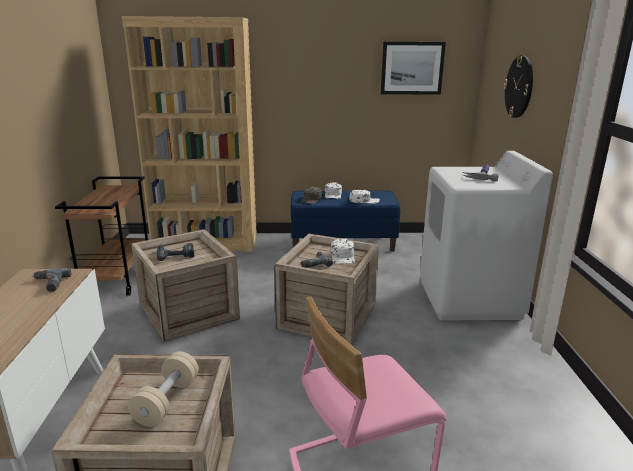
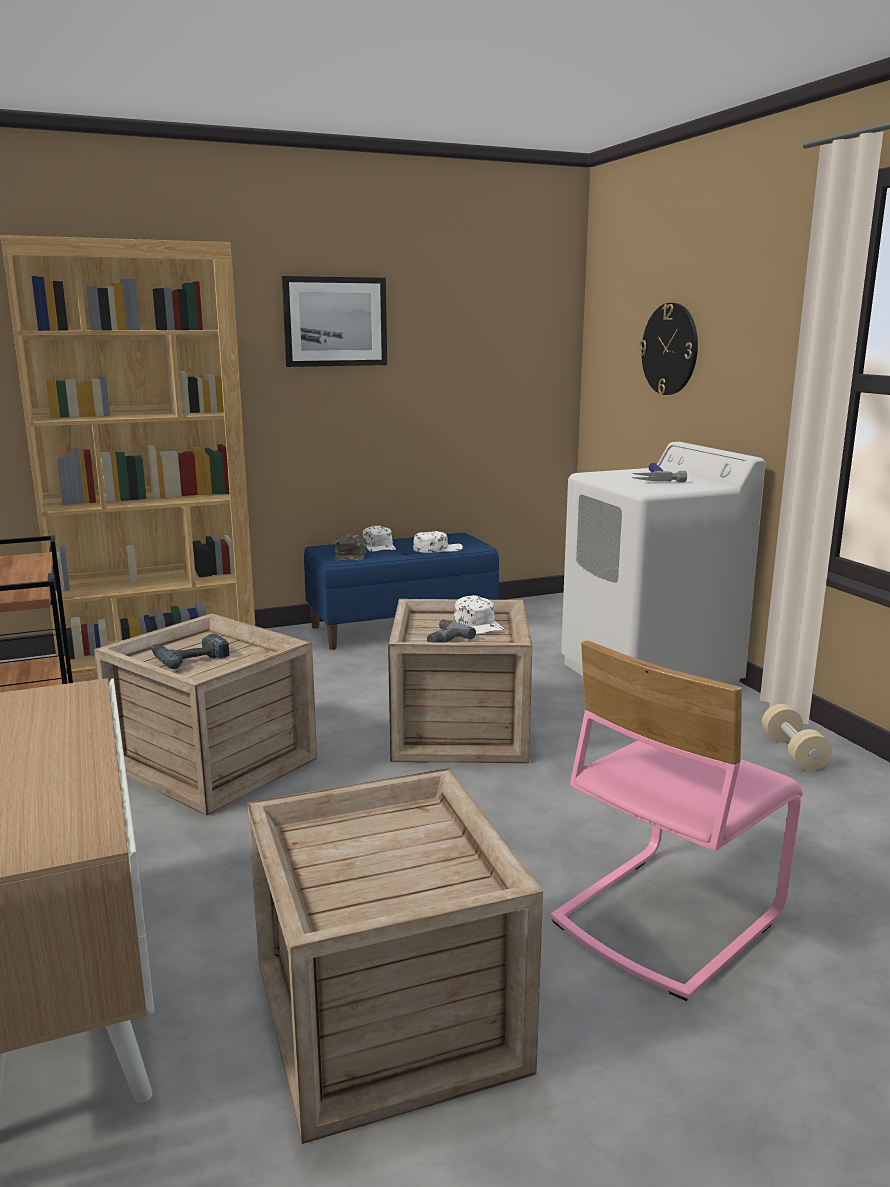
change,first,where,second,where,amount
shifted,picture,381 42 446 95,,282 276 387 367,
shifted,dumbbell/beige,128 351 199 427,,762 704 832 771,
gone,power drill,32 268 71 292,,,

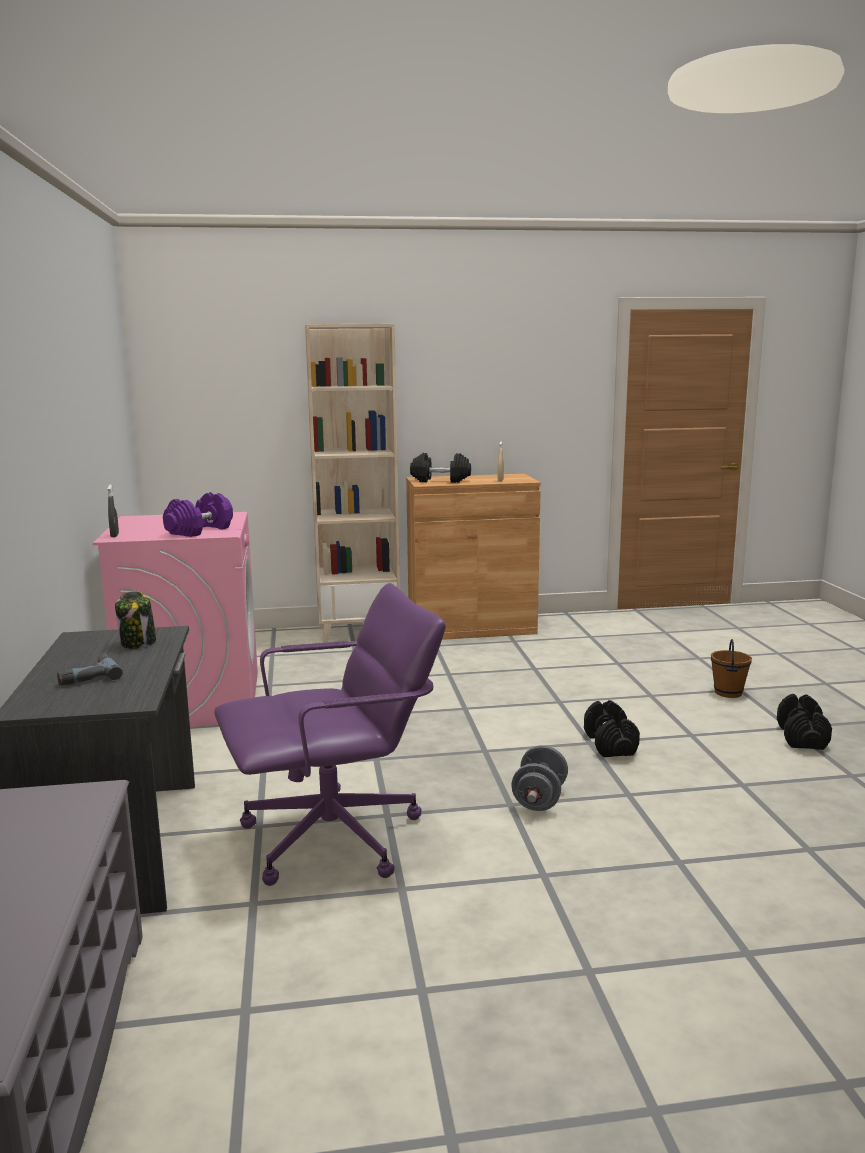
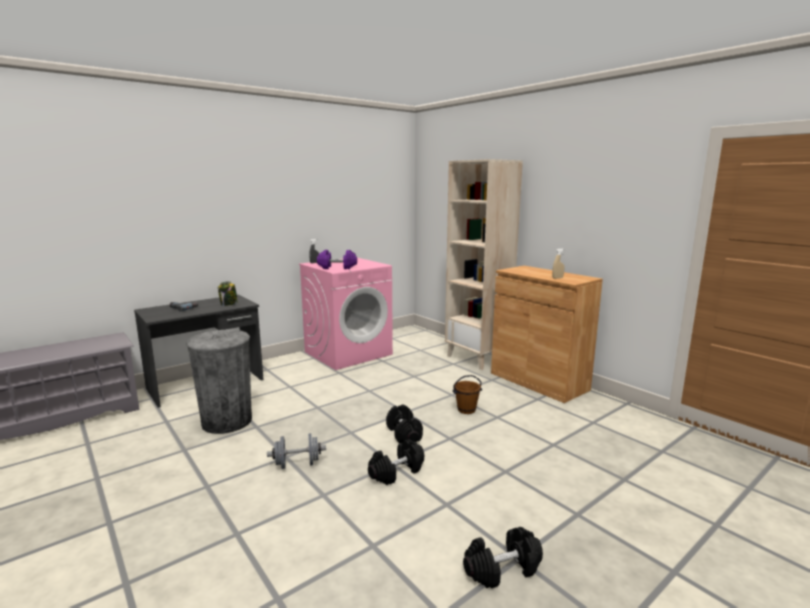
change,first,where,second,where,amount
swapped,office chair/purple,214 583 446 886,trash can/grey,186 330 252 434,
shifted,dumbbell/black,410 453 471 483,,386 404 423 443,
shifted,bucket/brown,711 639 752 698,,452 375 482 414,

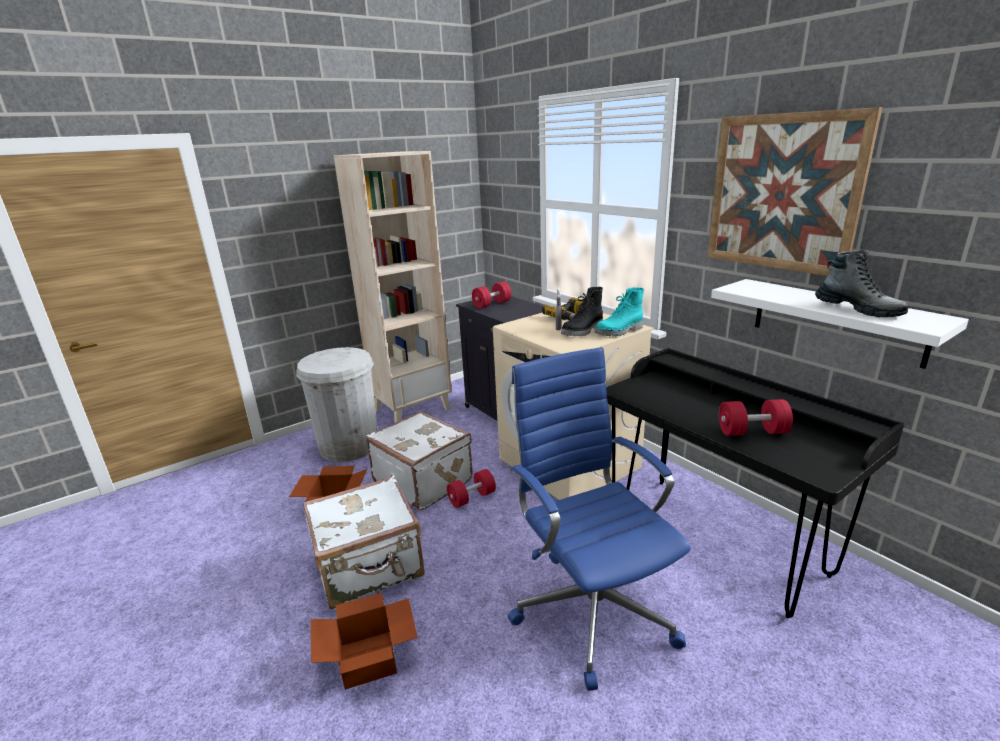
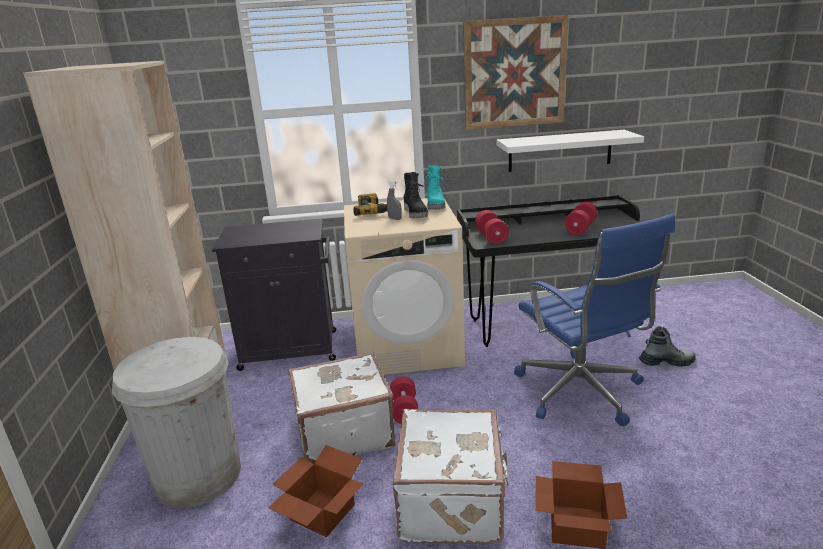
change,first,where,second,where,amount
shifted,dumbbell/red,472 282 511 308,,475 210 509 244,
rotated,office chair/blue,508 347 691 691,,514 214 675 426,120 degrees counterclockwise
shifted,boot,815 249 909 317,,639 326 695 367,

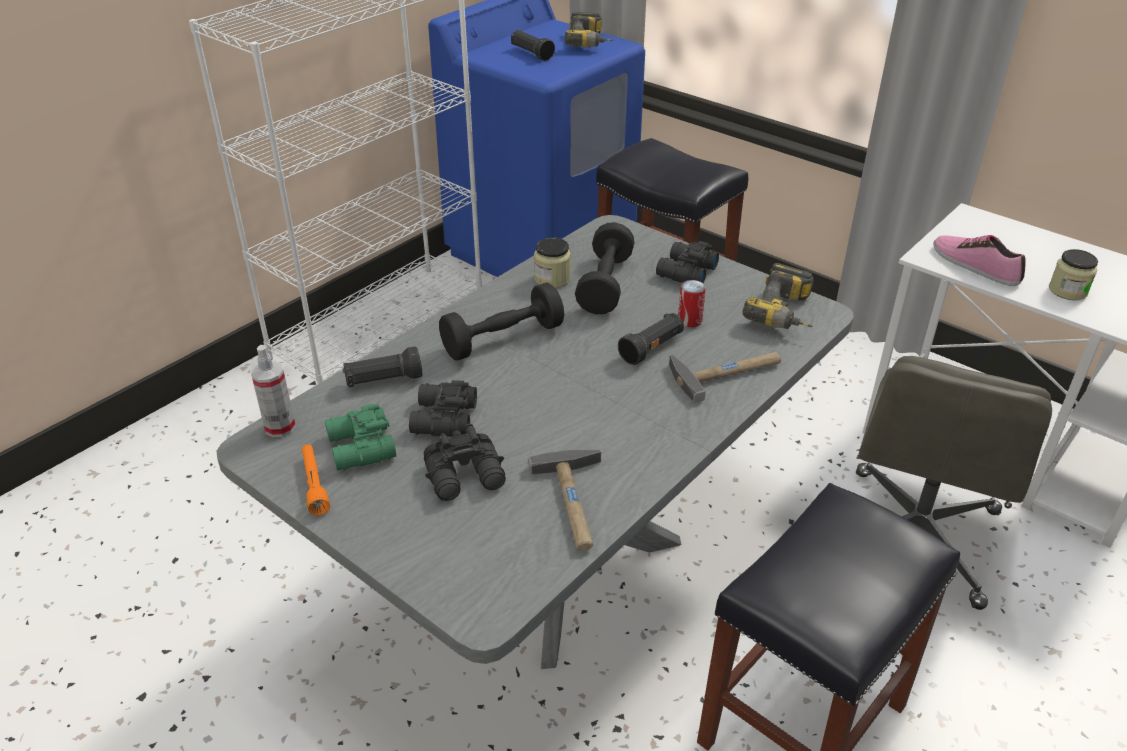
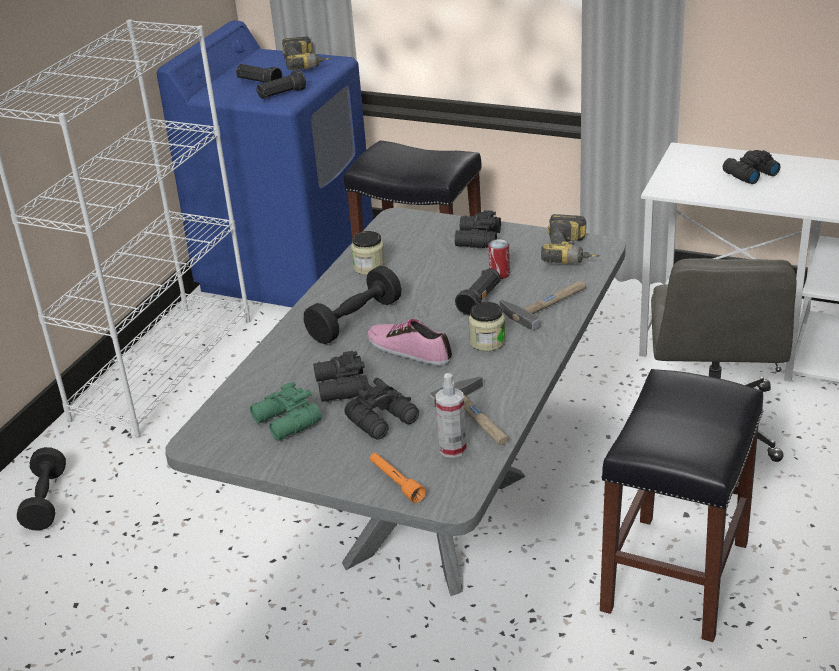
change,first,where,second,where,amount
shifted,dumbbell/black,575 222 635 314,,17 447 66 531,
shifted,flashlight/black,343 346 422 388,,256 70 306 99,
shifted,shoe,933 235 1026 286,,367 319 452 366,
shifted,flashlight/orange,302 444 330 516,,370 453 426 503,
shifted,spray bottle,250 345 296 437,,436 373 467 458,
shifted,jar,1049 249 1098 300,,468 302 505 351,
new,,,binoculars/black,723 150 780 184,

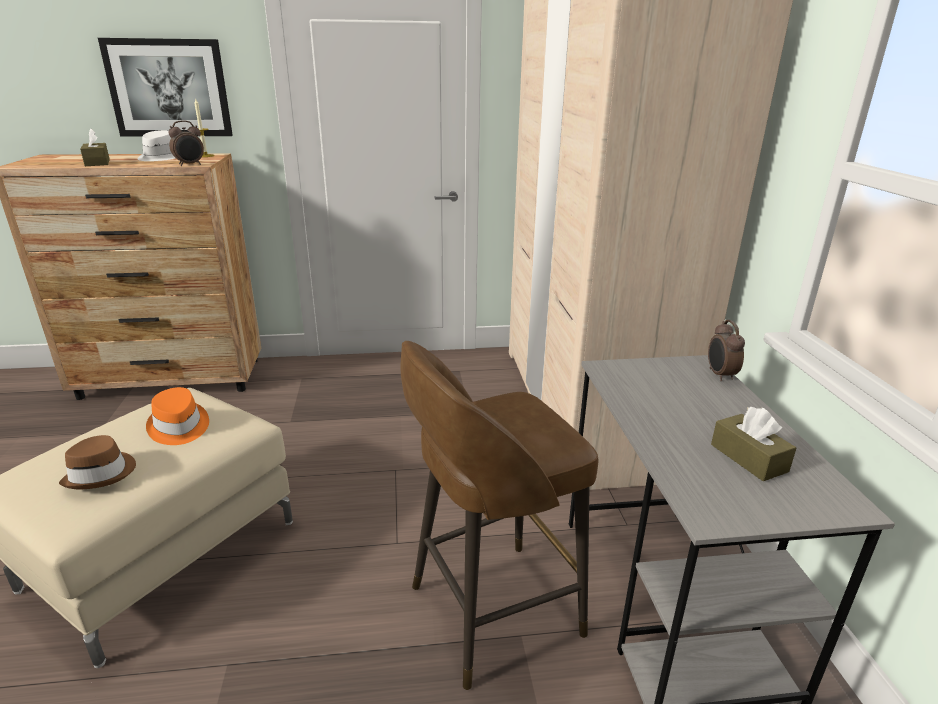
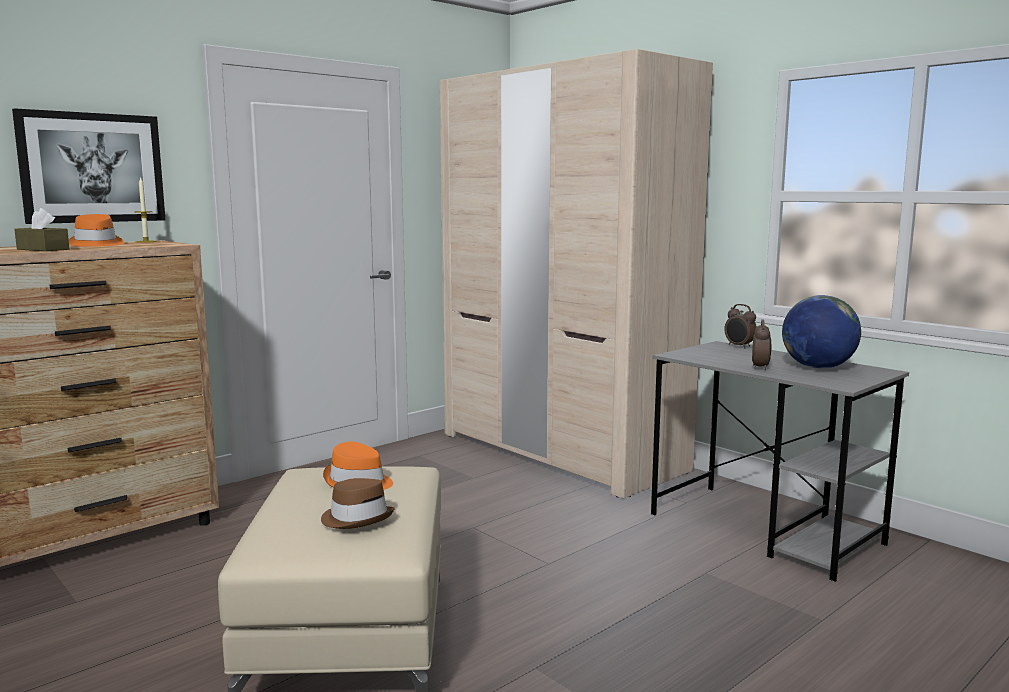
change,first,where,second,where,amount
repainted,hat/white,138 130 175 161,hat/orange,69 214 124 247,
shifted,alarm clock,169 121 204 166,,752 320 771 370,
swapped,tissue box/brown,711 407 796 481,globe,782 295 861 369,
gone,stool/brown,401 341 599 690,,,

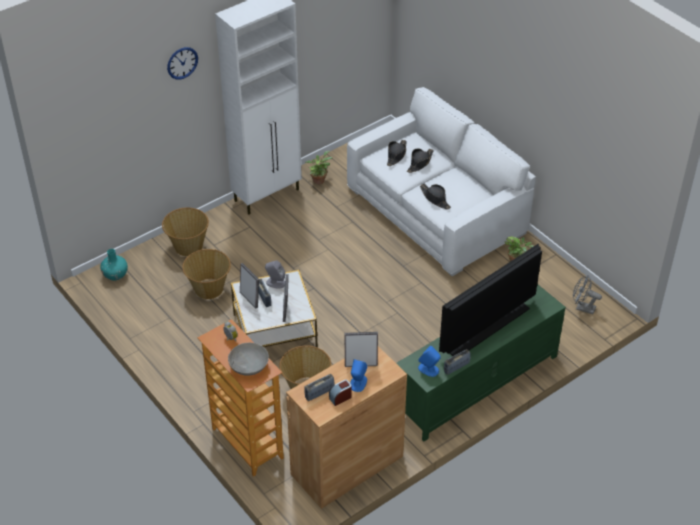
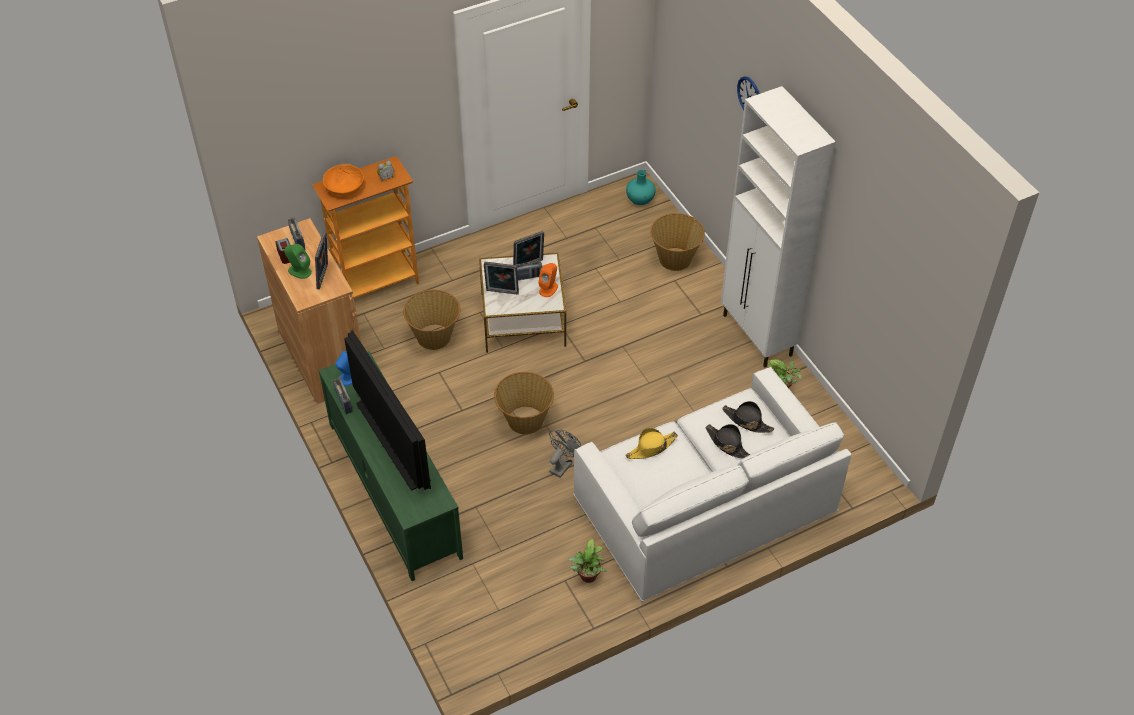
change,first,where,second,where,amount
repainted,speaker/blue,350 359 368 392,speaker/green,284 244 312 279,
repainted,bowl/grey,228 343 269 376,bowl/orange,323 164 364 196,
shifted,basket,182 249 231 299,,494 372 554 435,
repainted,speaker/grey,265 260 285 289,speaker/orange,538 263 558 297,
shifted,fan/grey,573 275 602 314,,549 430 581 478,
repainted,hat/black,420 184 451 210,hat/yellow,625 428 678 459,

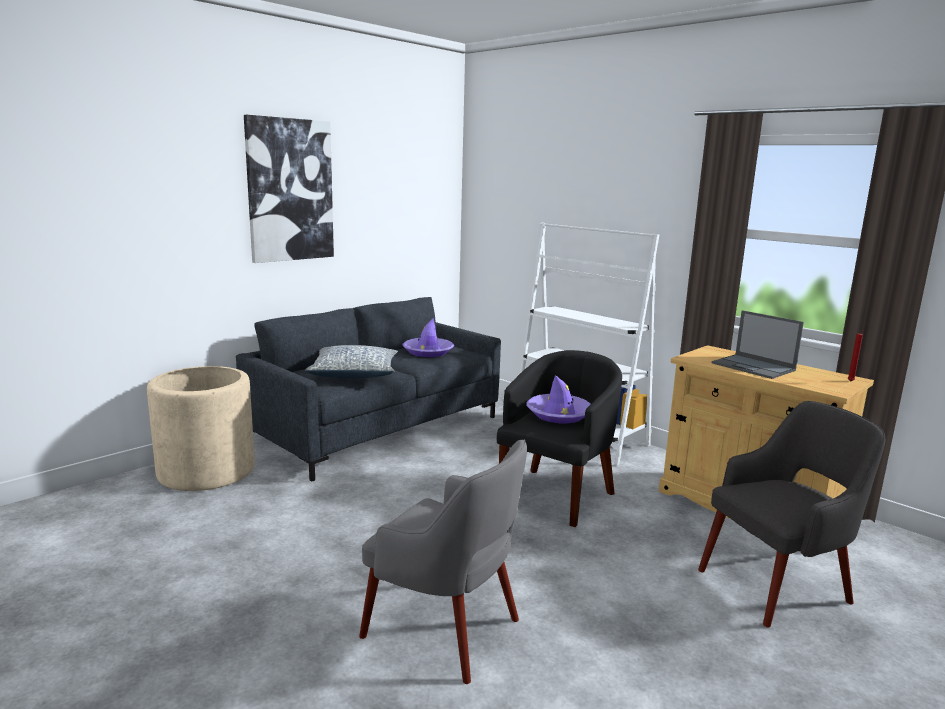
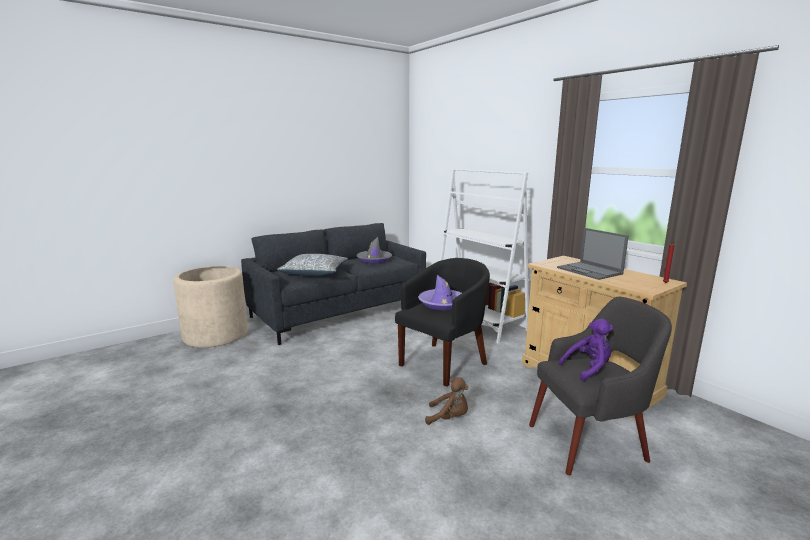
change,first,where,second,where,amount
repainted,hat/purple,403 319 454 357,hat/grey,356 237 392 263,
new,,,plush toy/brown,425 377 469 425,
new,,,plush toy/purple,558 319 613 381,
gone,picture,244 115 334 263,,,
gone,armchair/grey,359 440 527 684,,,

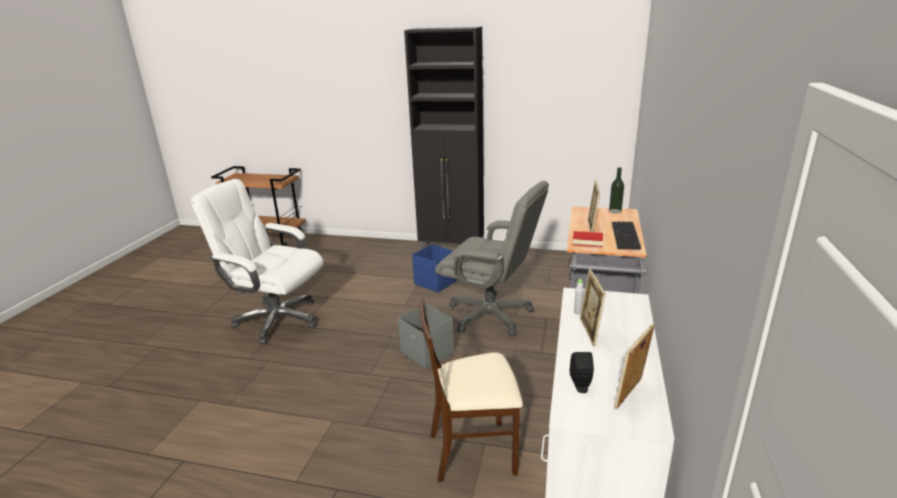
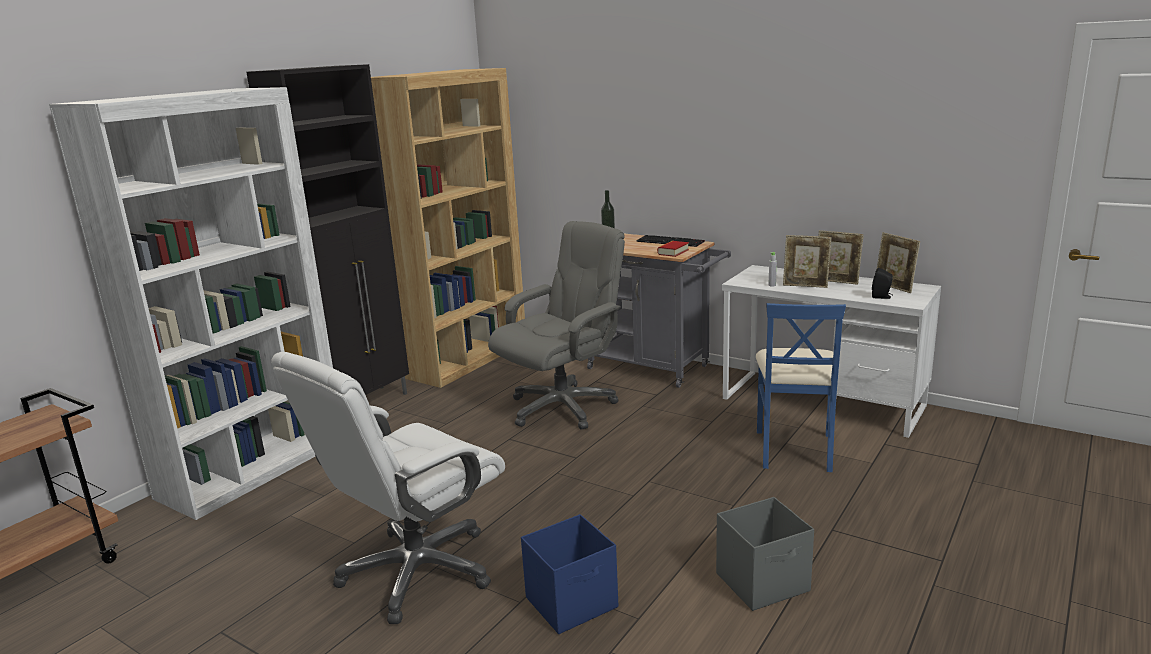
change,first,where,second,where,amount
new,,,bookcase/white,49 87 333 520,
new,,,bookcase/brown,371 68 525 388,
shifted,storage box/blue,412 244 457 293,,521 514 618 634,
shifted,storage box/grey,398 304 454 369,,716 497 814 611,
repainted,chair/beige,420 298 523 482,chair/blue,756 303 846 472,
shifted,picture frame,587 180 600 232,,818 230 864 285,

